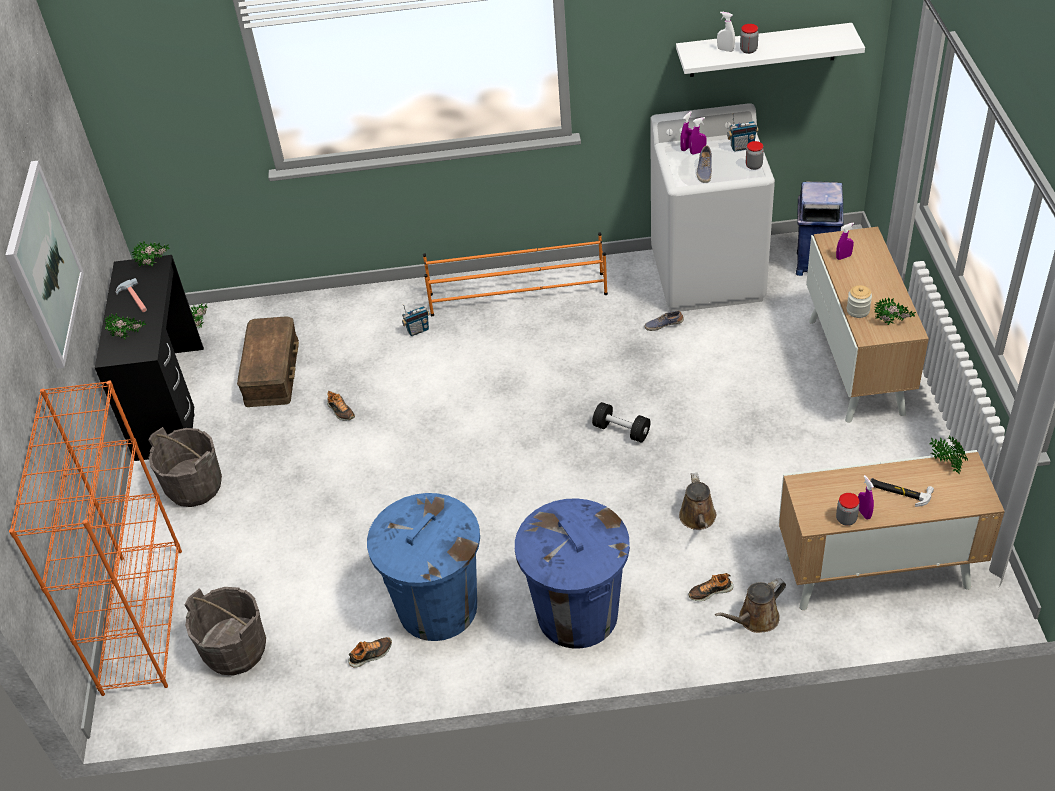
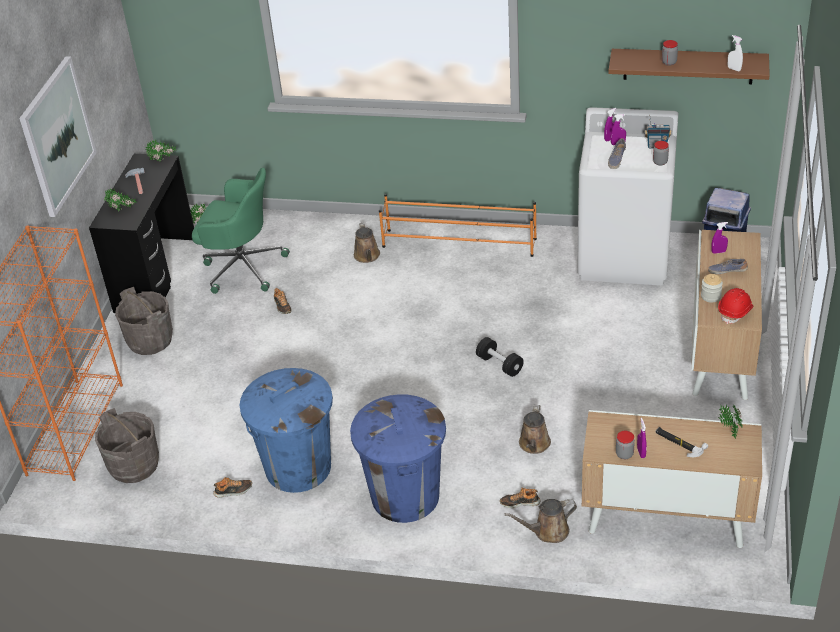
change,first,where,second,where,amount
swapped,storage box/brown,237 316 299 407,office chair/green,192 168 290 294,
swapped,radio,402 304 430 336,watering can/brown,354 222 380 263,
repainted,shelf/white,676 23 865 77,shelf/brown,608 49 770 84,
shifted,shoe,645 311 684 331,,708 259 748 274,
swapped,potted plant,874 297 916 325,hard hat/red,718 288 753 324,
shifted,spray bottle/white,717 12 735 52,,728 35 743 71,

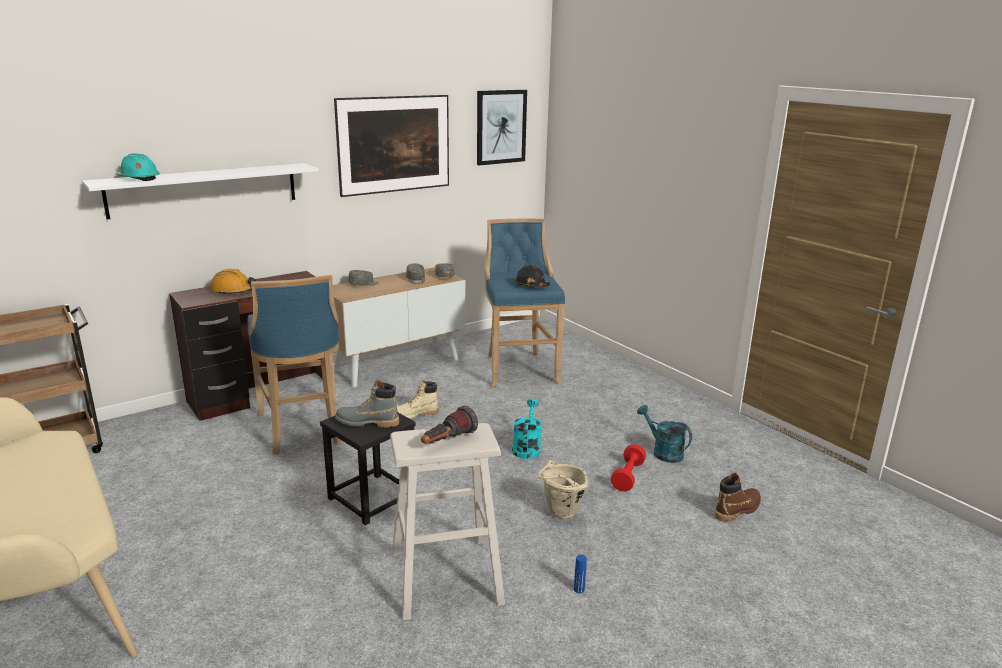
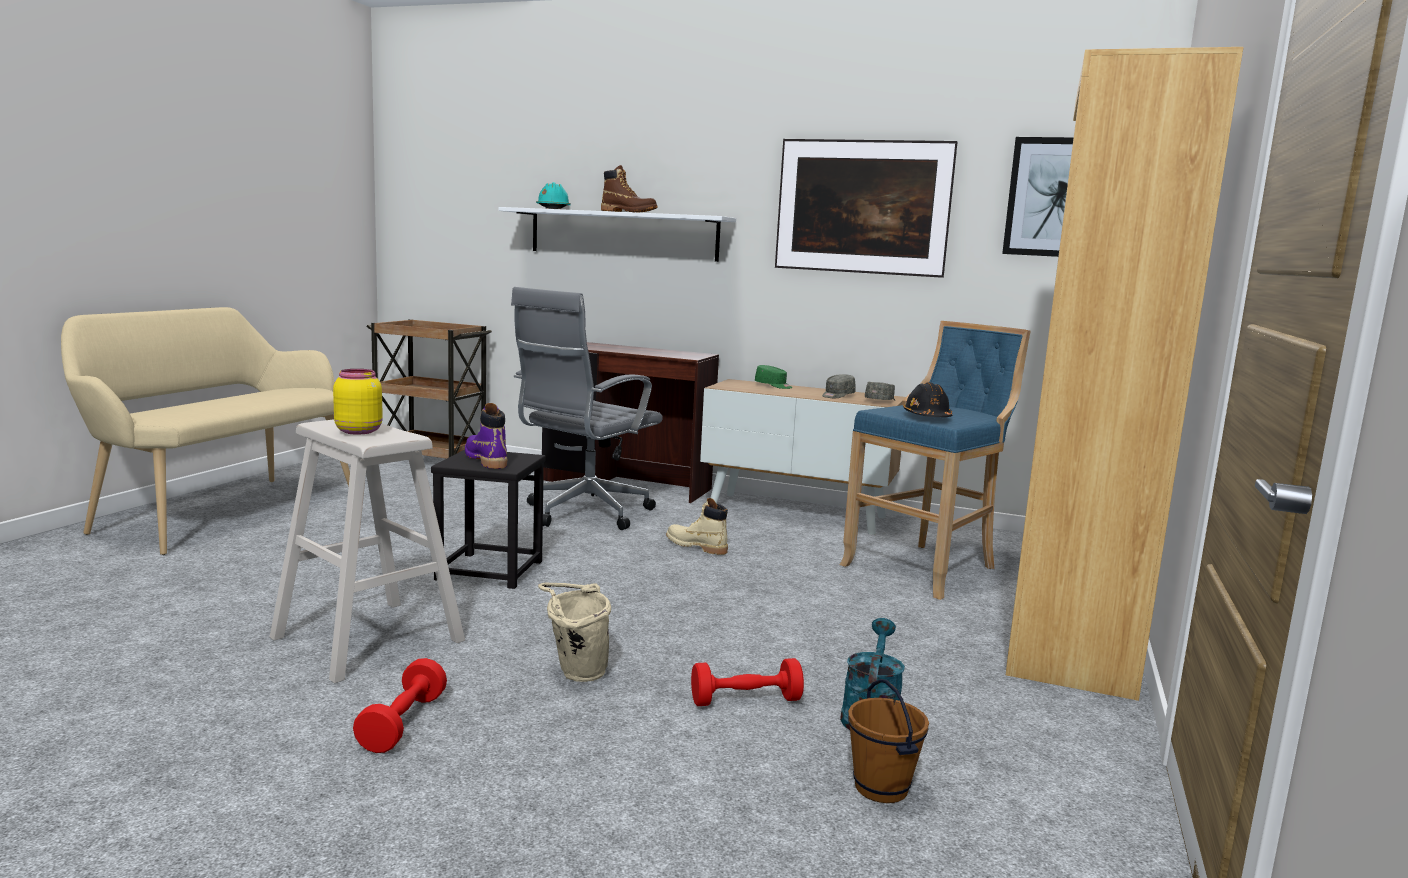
change,first,where,second,where,amount
swapped,flashlight,421 406 478 444,jar/yellow,333 369 383 435,
swapped,bottle/blue,574 555 587 593,dumbbell/red,353 658 447 753,
repainted,boot/grey,335 380 399 428,boot/purple,465 403 508 469,
swapped,stool/blue,248 275 341 455,office chair/grey,511 287 663 530,
shifted,boot/brown,715 473 761 522,,601 165 658 213,
repainted,cap/grey,348 270 379 285,cap/green,755 365 792 389,
new,,,bucket/brown,848 679 929 803,
new,,,bookcase/brown,1006 47 1244 701,
gone,hard hat/orange,210 269 256 295,,,
gone,watering can/turquoise,512 399 542 459,,,

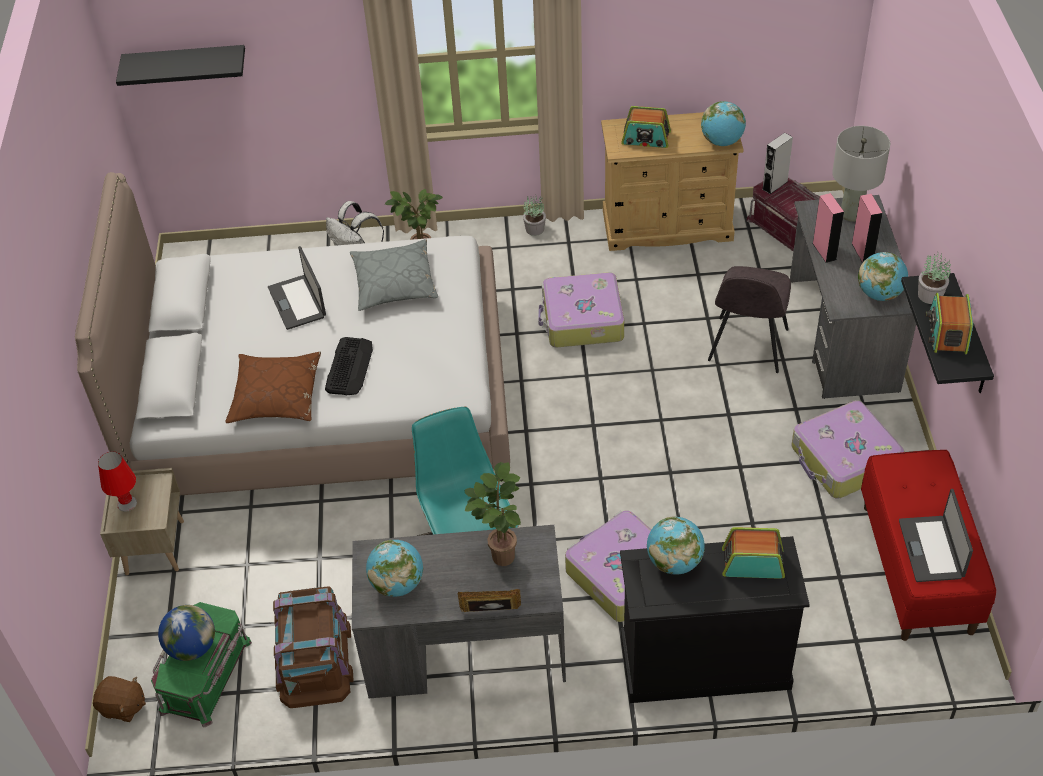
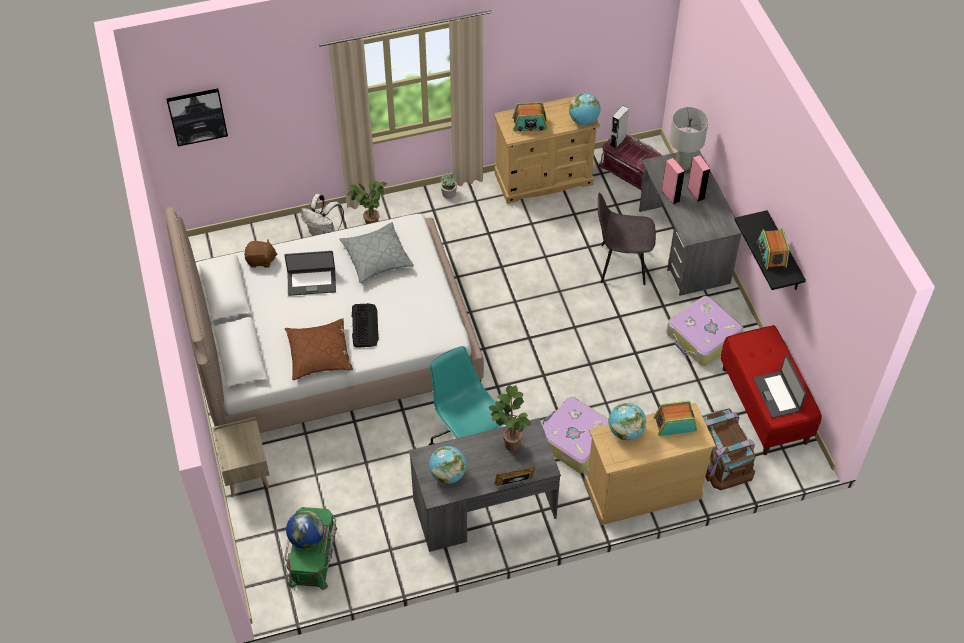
change,first,where,second,where,amount
swapped,shelf/black,116 45 245 86,picture,166 89 228 146,
shifted,plush toy/brown,93 676 146 722,,244 239 278 268,
rotated,laptop,268 246 326 330,,284 251 336 296,60 degrees counterclockwise
repainted,dresser/black,620 536 810 703,dresser/beige,584 403 716 525,
rotated,chair/grey,708 266 791 373,,598 192 656 285,90 degrees clockwise
shifted,storage box/brown,273 586 354 708,,702 408 756 490,
gone,table lamp/red,98 451 137 512,,,
gone,suitcase,538 272 624 347,,,
gone,globe,858 252 908 301,,,
gone,potted plant,918 252 951 304,,,

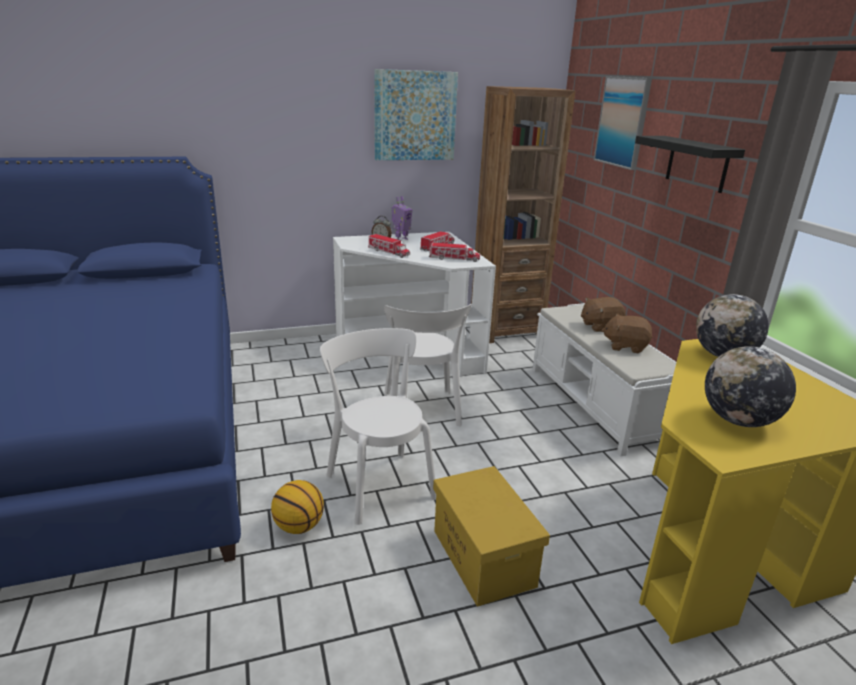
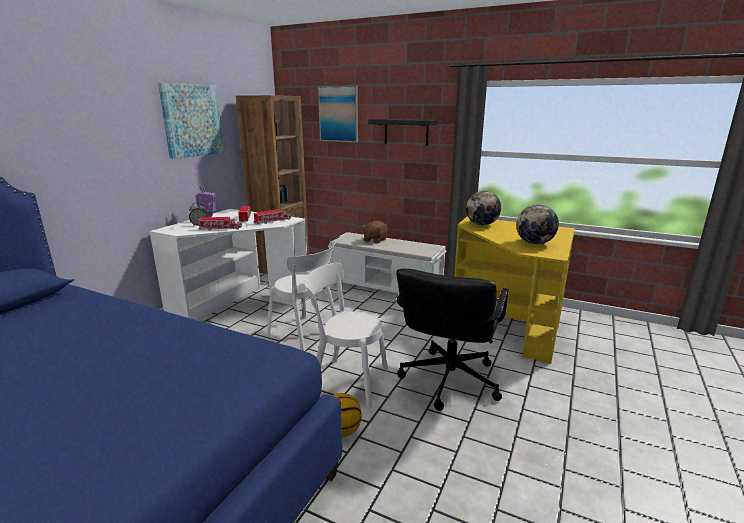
change,first,where,second,where,amount
swapped,storage box/yellow,433 466 550 607,office chair/black,396 269 508 411,
gone,plush toy/brown,602 313 652 353,,,

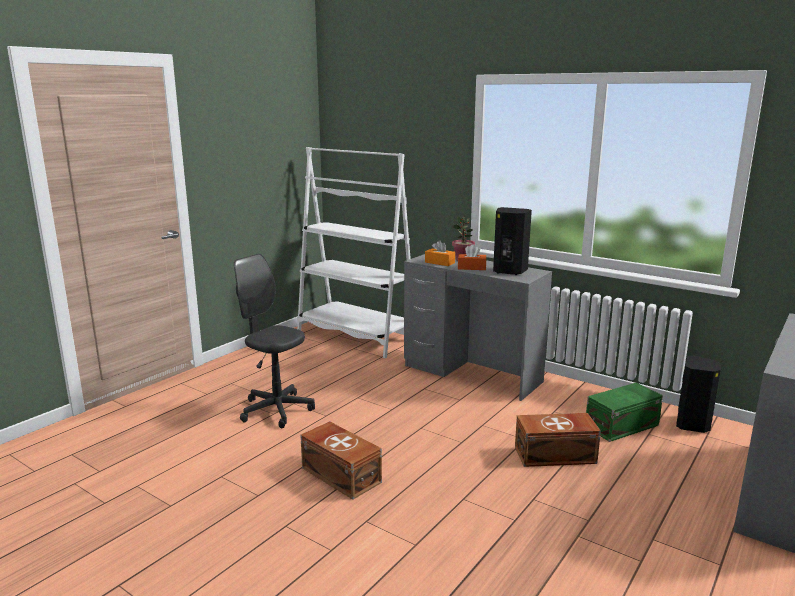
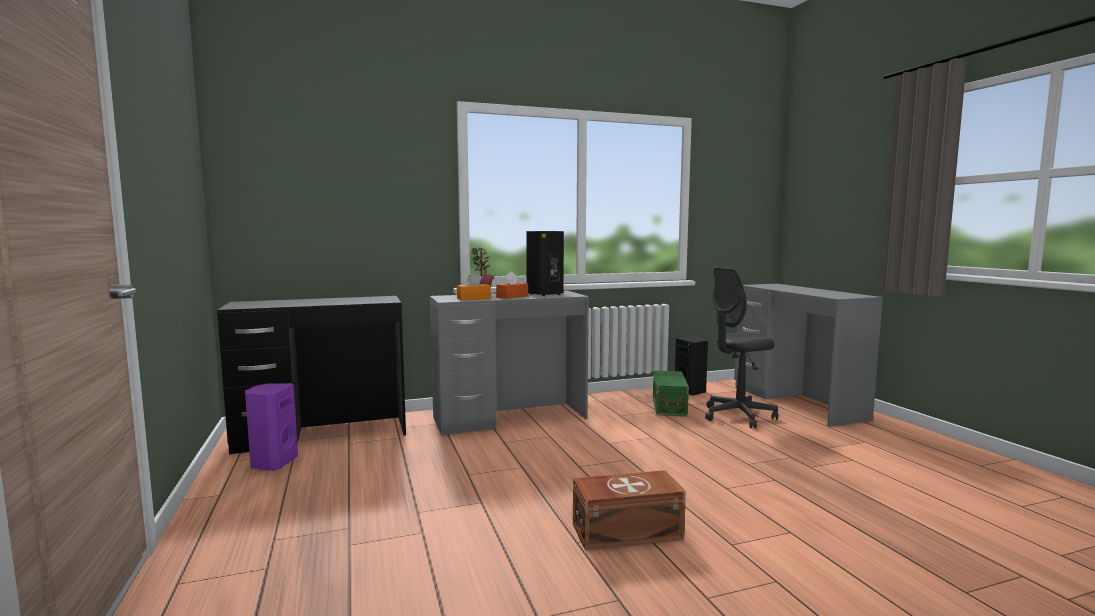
change,first,where,second,where,amount
swapped,bookcase/white,297 147 411 358,desk/black,217 296 406 454,
new,,,speaker/purple,245 383 298 471,
shifted,office chair/grey,234 254 315 428,,705 267 778 428,
gone,storage box/brown,515 413 601 467,,,

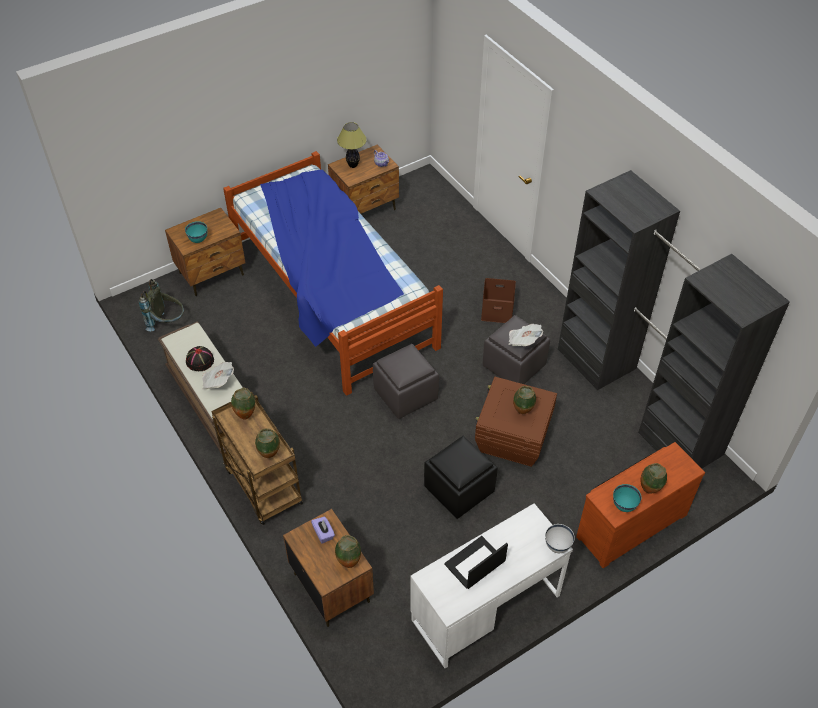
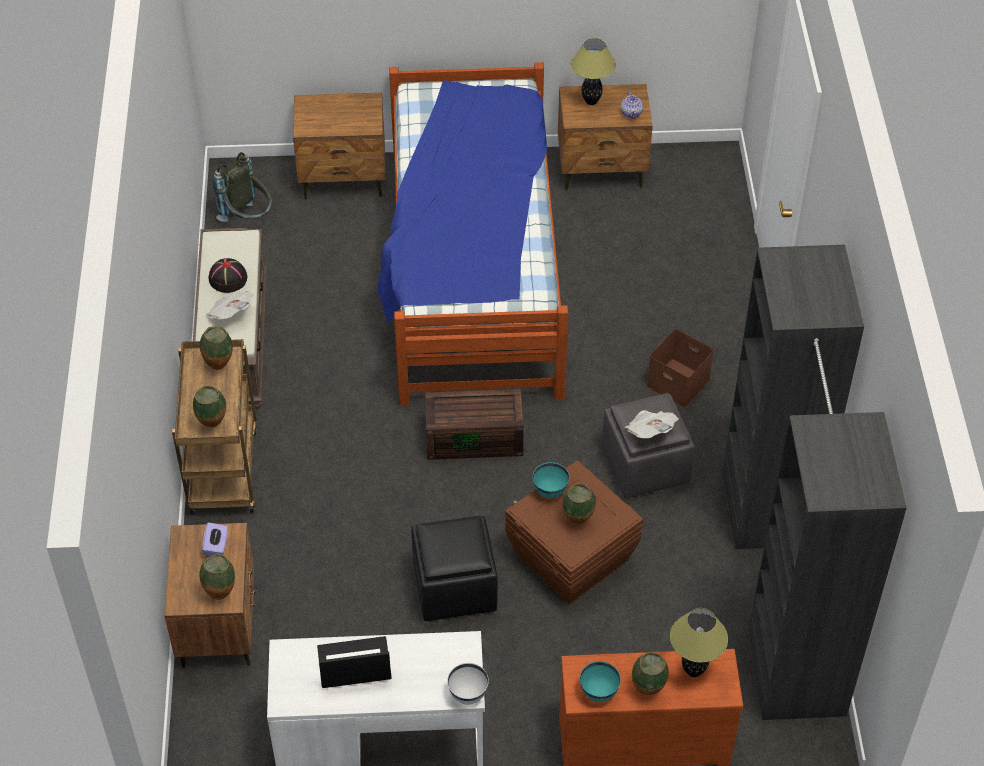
change,first,where,second,where,amount
swapped,ottoman/grey,373 344 439 419,storage box/brown,425 389 524 460,
shifted,bowl/turquoise,185 221 207 243,,533 462 569 498,
new,,,table lamp,670 608 728 677,

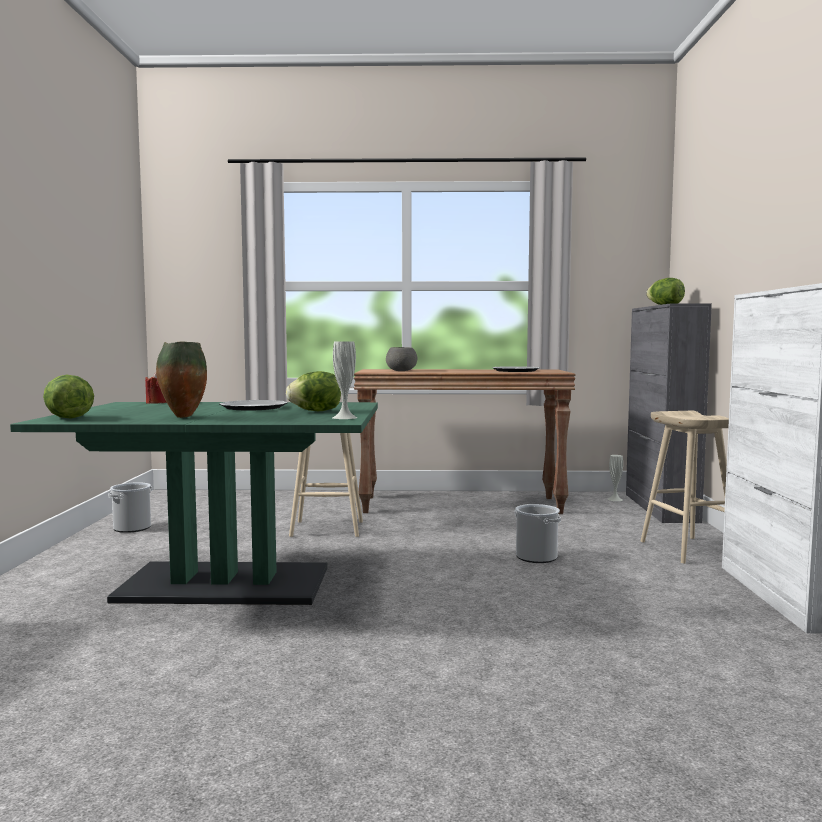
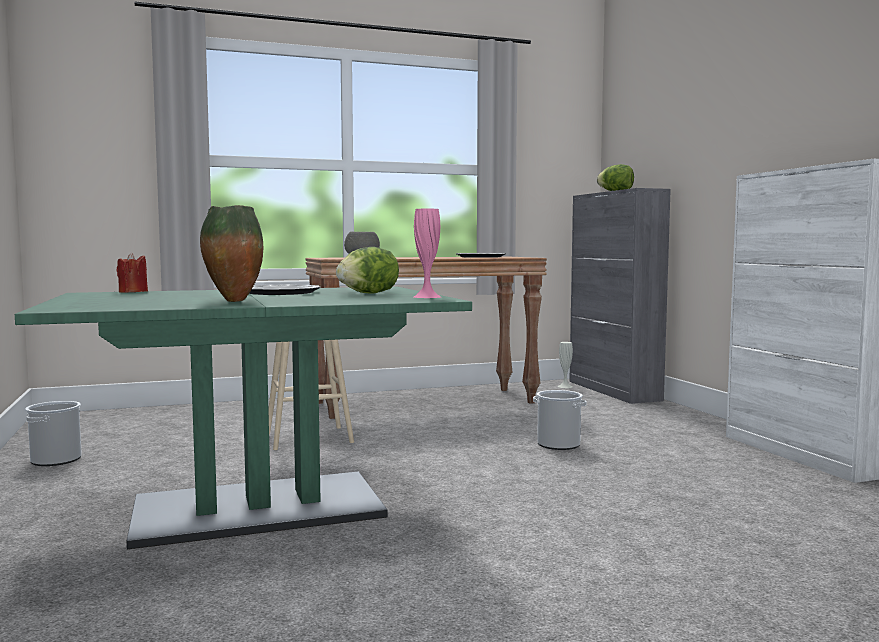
change,first,where,second,where,amount
repainted,vase/white,333 341 358 419,vase/pink,414 209 441 298,
gone,lettuce,43 375 94 419,,,
gone,stool/beige,640 411 729 563,,,

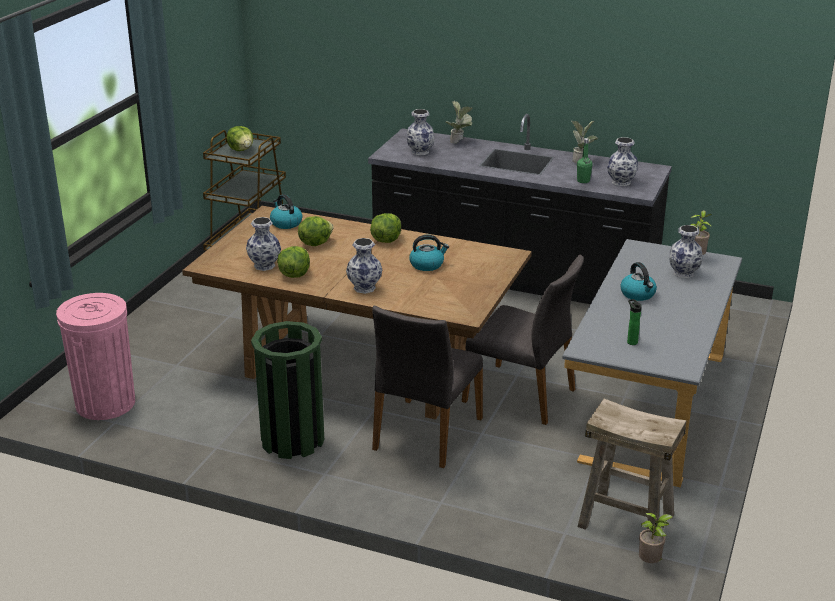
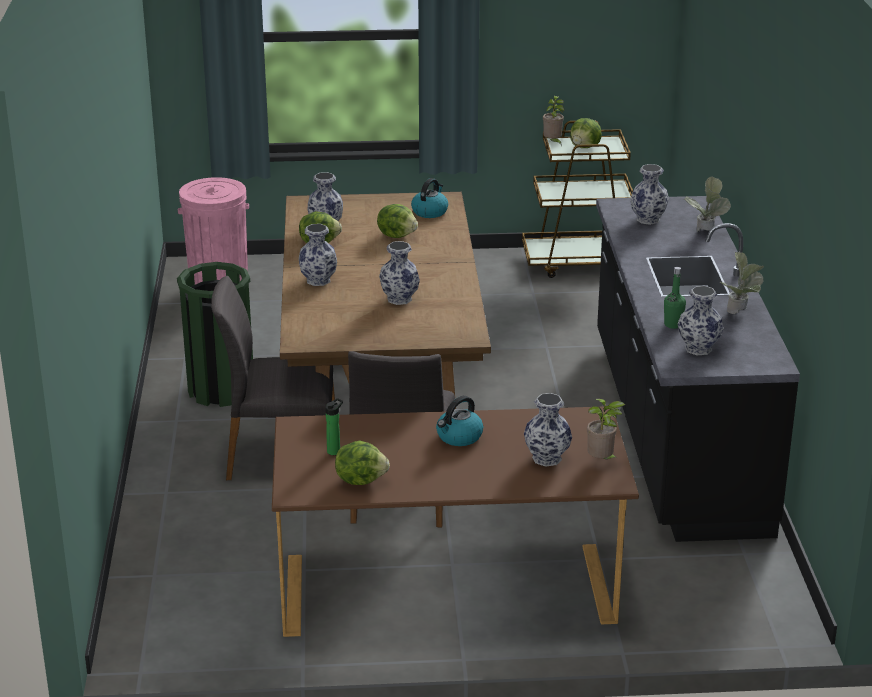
change,first,where,second,where,amount
repainted,desk/grey,562 239 742 487,desk/brown,272 406 639 637,
shifted,lettuce,370 213 401 243,,335 441 390 485,
swapped,kettle,409 235 449 271,vase,379 241 420 305,
shifted,potted plant,639 513 673 563,,543 96 564 144,
gone,stool/beige,577 398 686 530,,,

